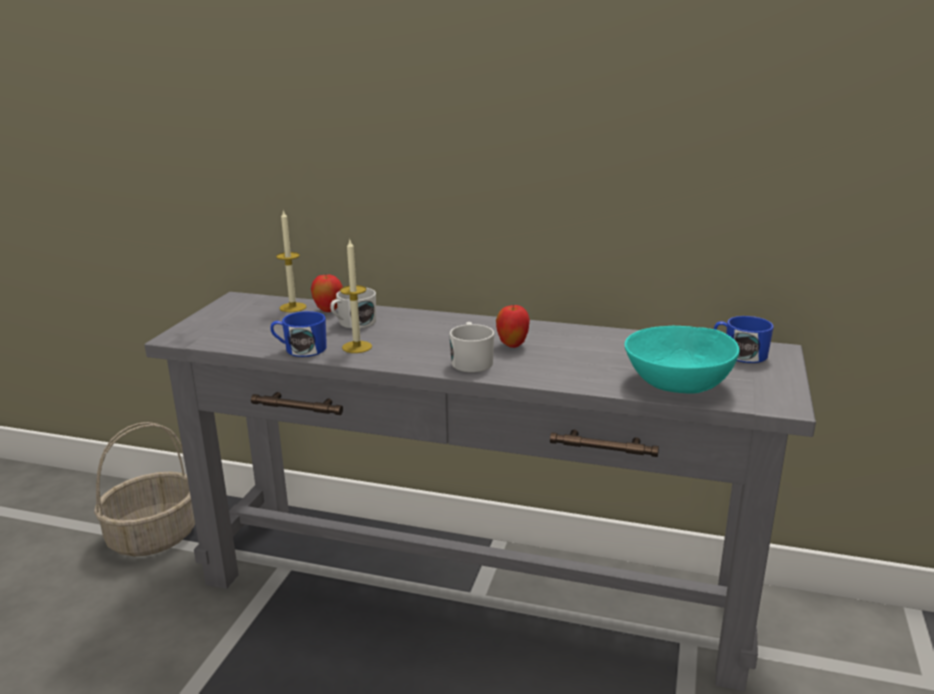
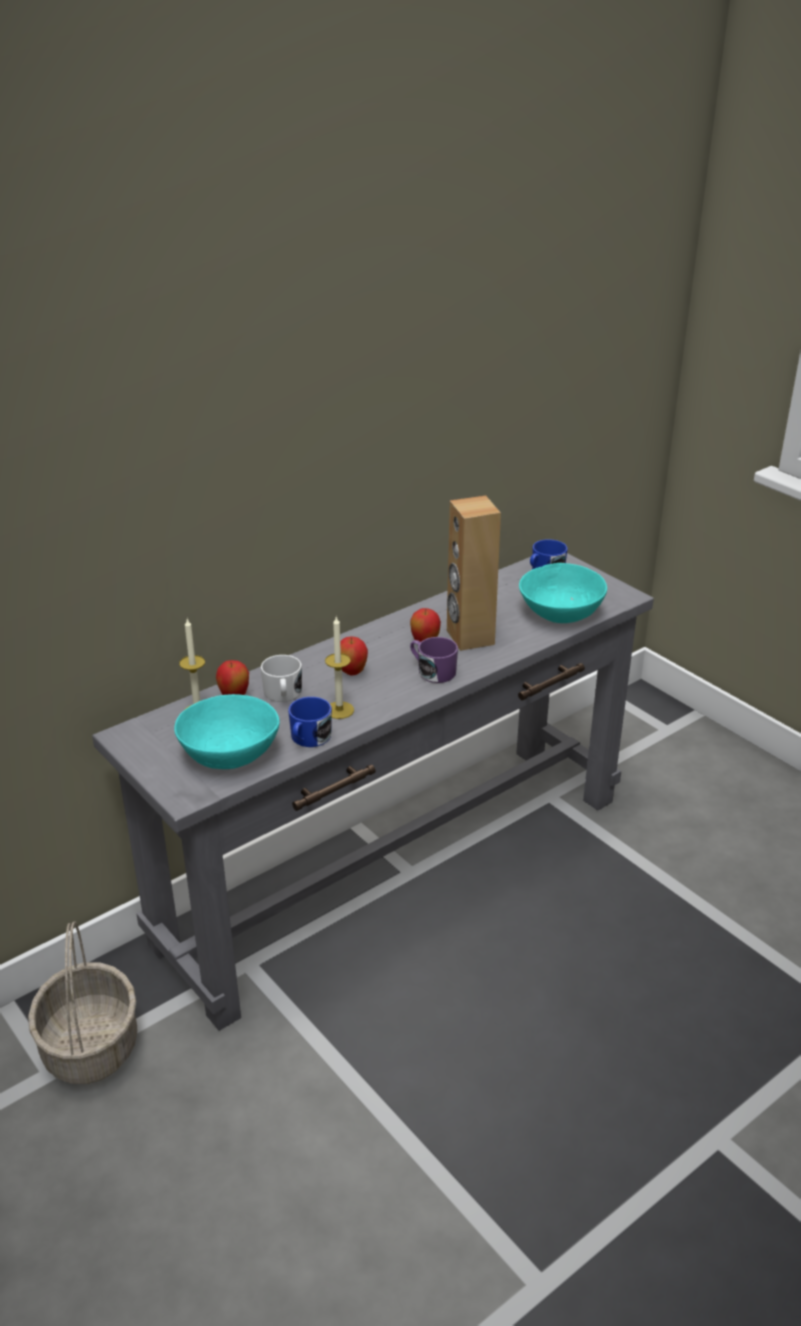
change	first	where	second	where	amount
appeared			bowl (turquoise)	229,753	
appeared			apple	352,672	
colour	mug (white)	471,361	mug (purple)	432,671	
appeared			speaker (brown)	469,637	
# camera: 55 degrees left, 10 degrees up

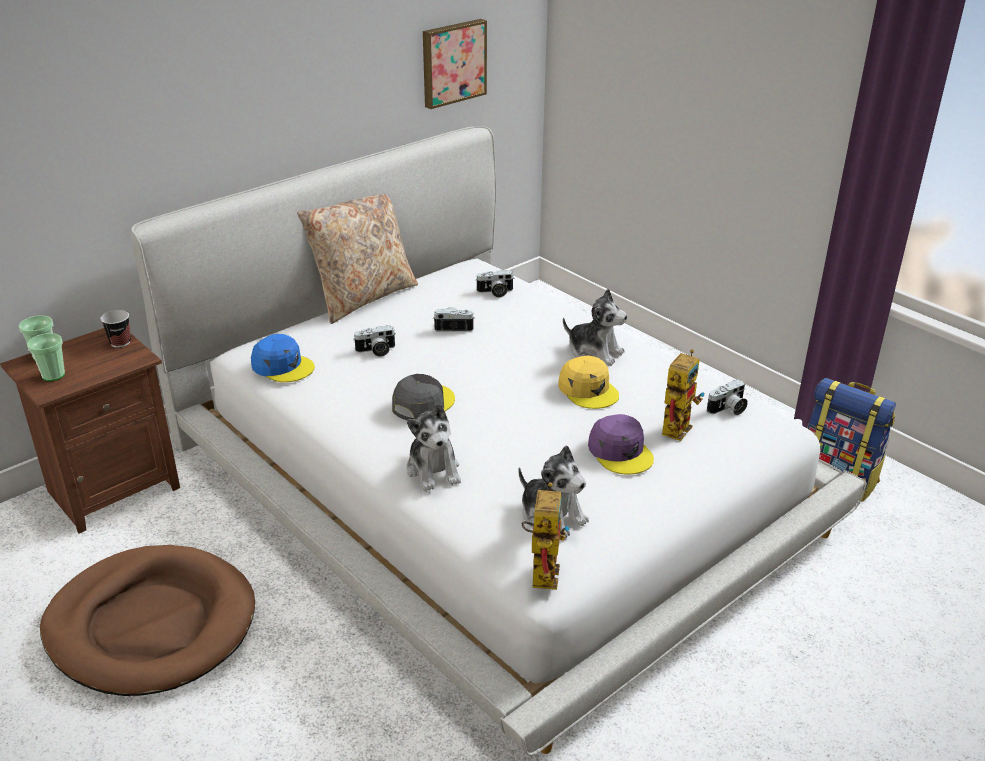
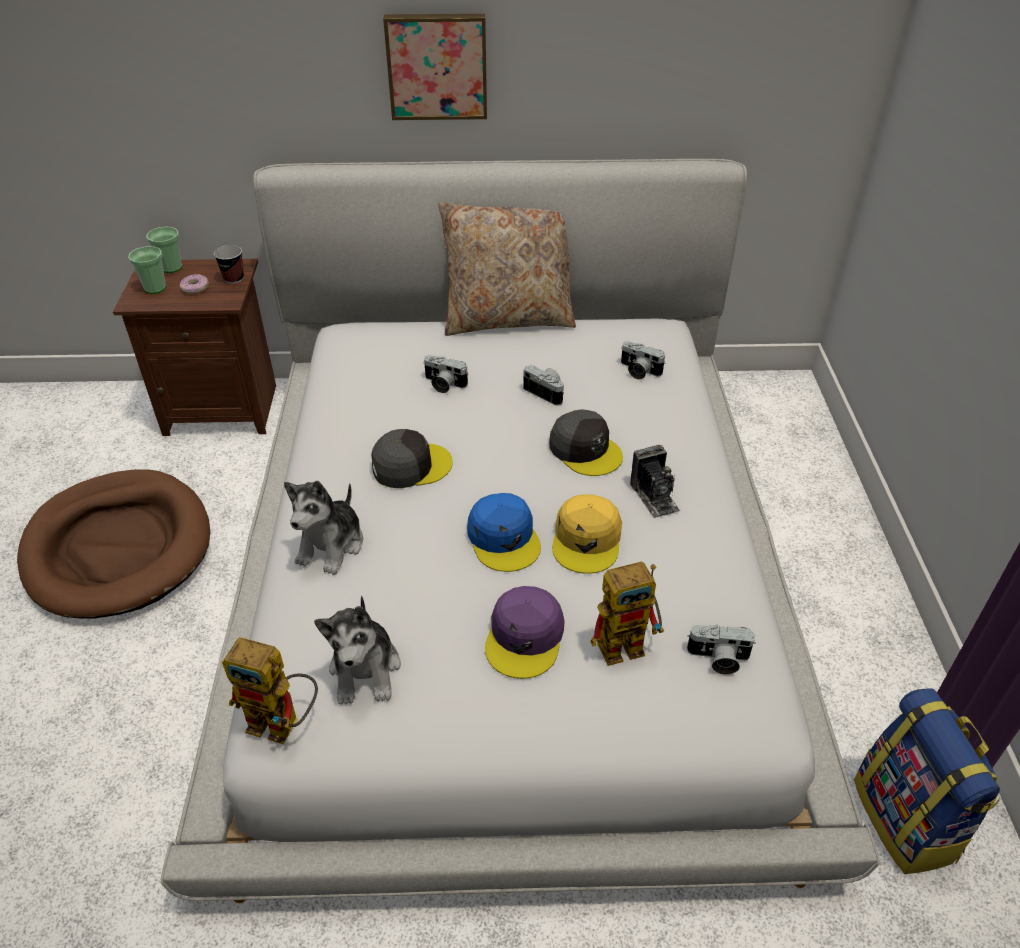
change	first	where	second	where	amount
appeared			donut	195,288	
spun	toy robot	542,569		284,724	60 degrees clockwise
relocated	picture	452,62		437,66	
relocated	cap (blue)	283,366		504,538	
appeared			cap (grey)	585,450	
exchanged	plush toy	595,352	photo camera	654,496	
# camera: 40 degrees right, 10 degrees up

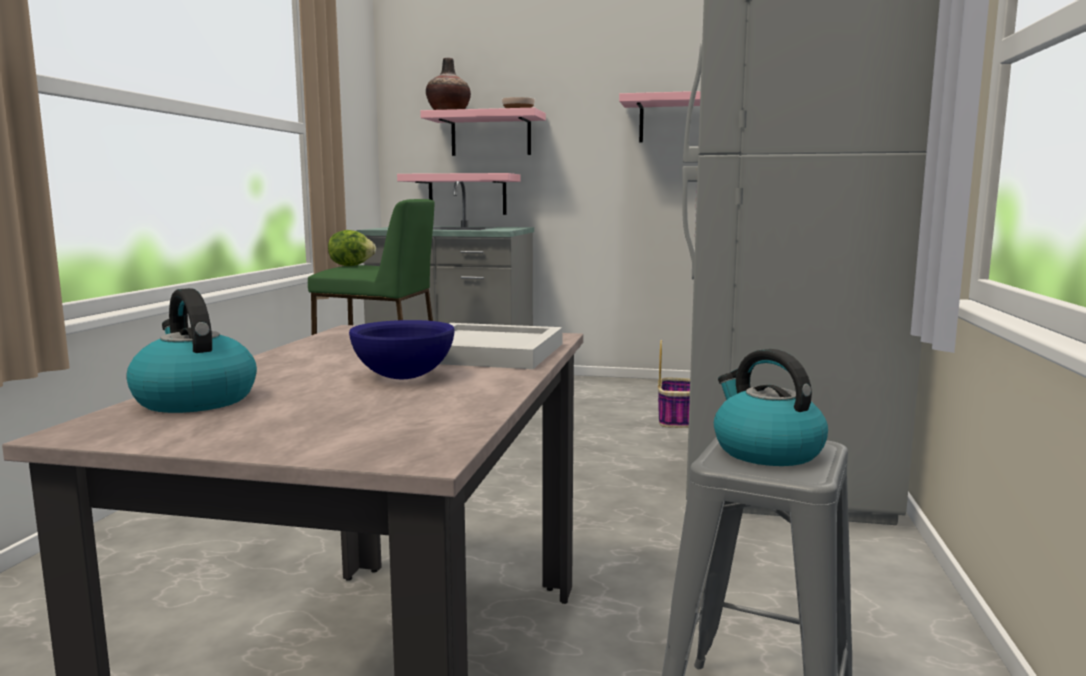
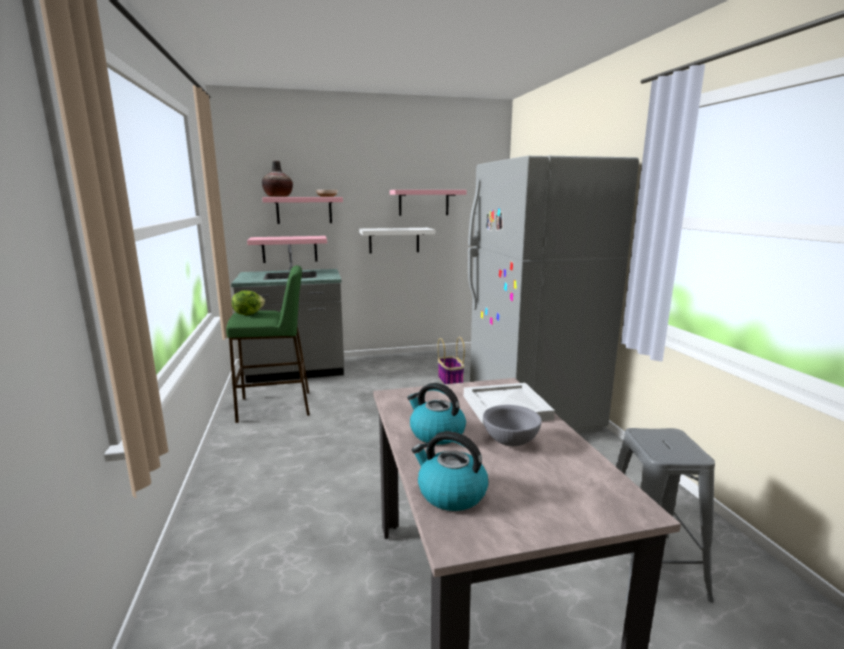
change	first	where	second	where	amount
appeared			shelf (white)	394,240	
relocated	kettle	765,451		436,433	
colour	bowl (blue)	405,377	bowl (grey)	511,441	
# camera: 25 degrees left, 5 degrees up

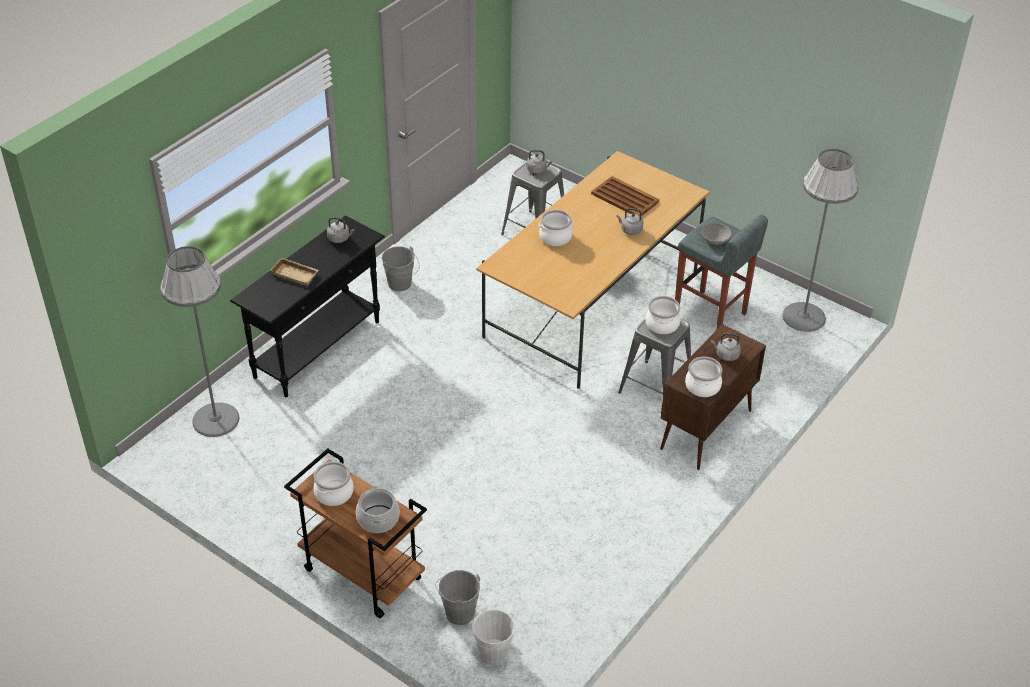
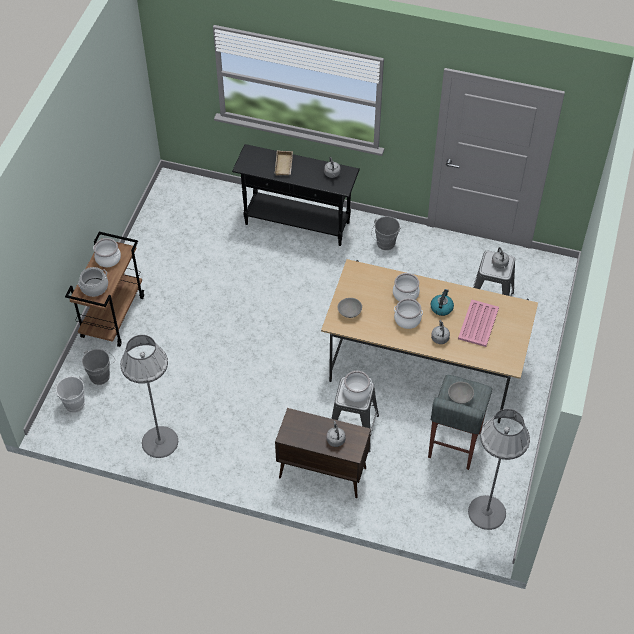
change	first	where	second	where	amount
relocated	floor lamp (grey)	215,420		159,442	
appeared			bowl (grey)	349,312	
relocated	cooking pot	702,386		407,319	
appeared			kettle	441,307	
colour	tray (brown)	624,197	tray (pink)	478,323	
# camera: 70 degrees right, 10 degrees up

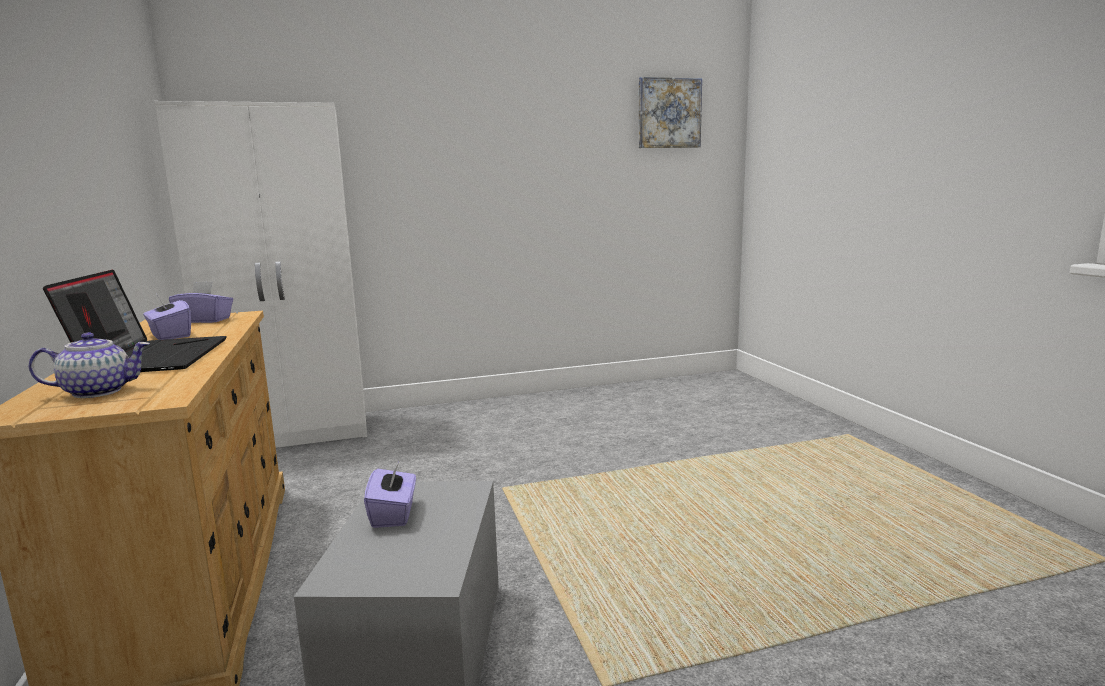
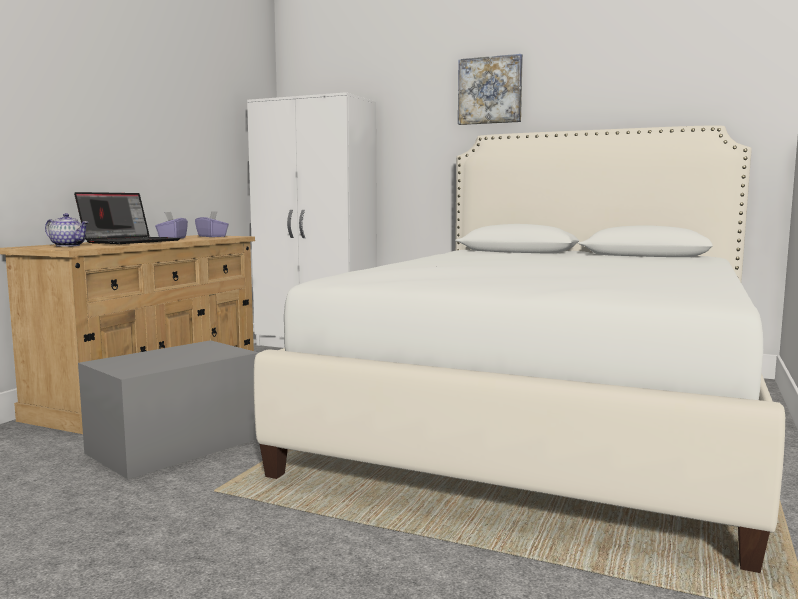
change	first	where	second	where	amount
appeared			bed (white)	548,416	
relocated	picture	669,113		490,90	
missing	tissue box (purple)	394,514			
# camera: 40 degrees right, 5 degrees down

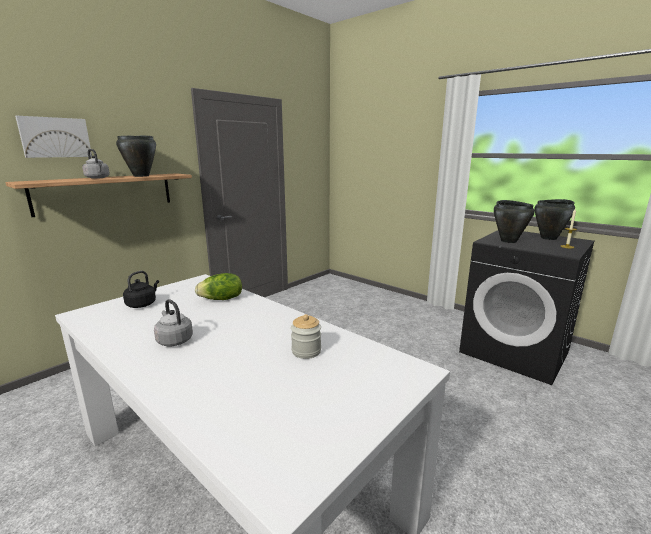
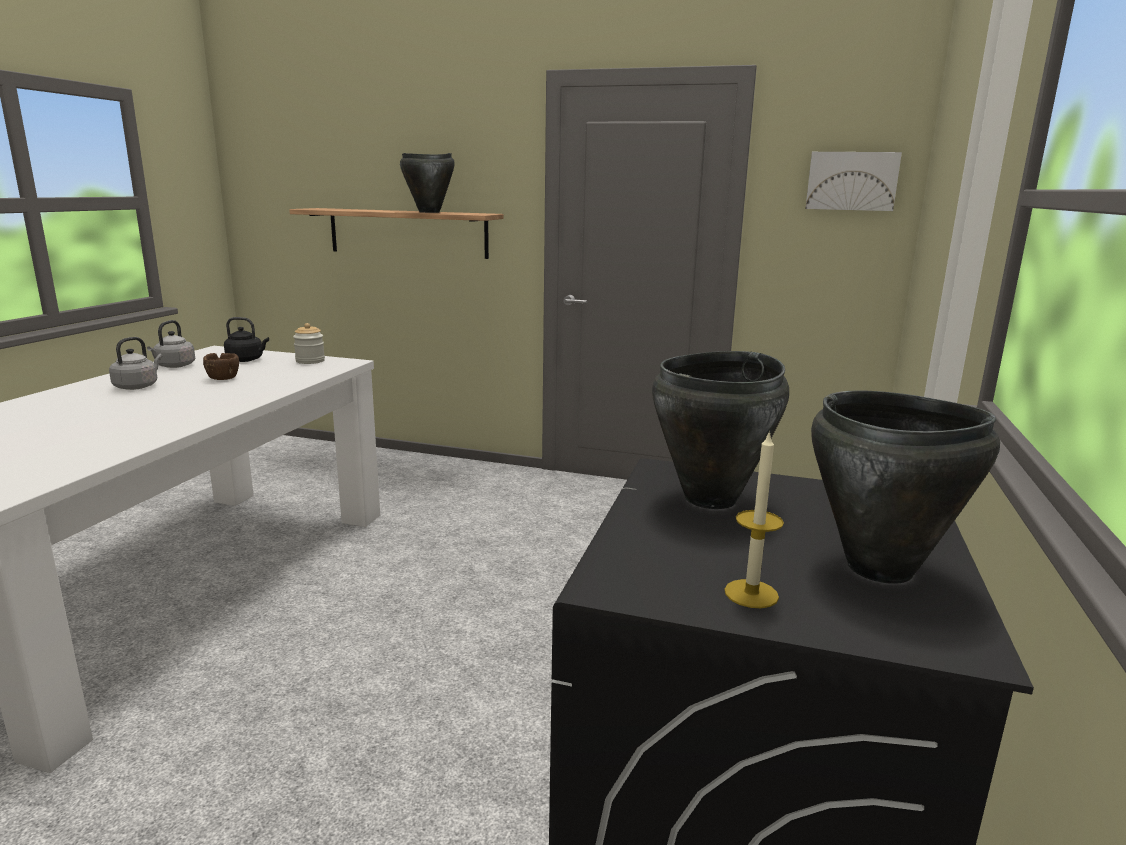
change	first	where	second	where	amount
relocated	kettle (grey)	98,178		174,366	
appeared			bowl (brown)	223,378	
relocated	jar	306,351		310,361	
relocated	picture	55,137		851,181	
missing	lettuce	222,299			
# camera: 65 degrees right, 0 degrees up

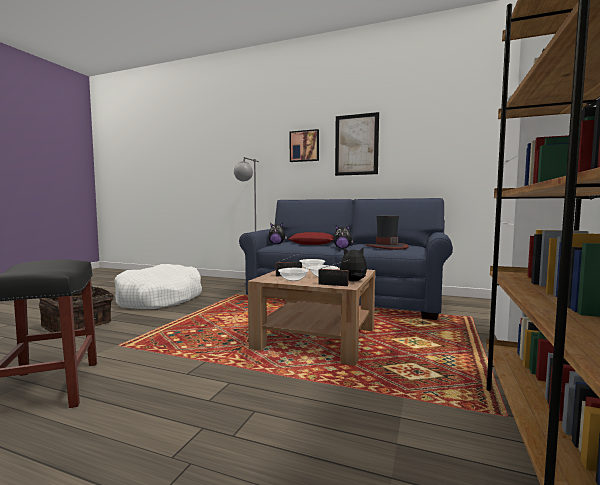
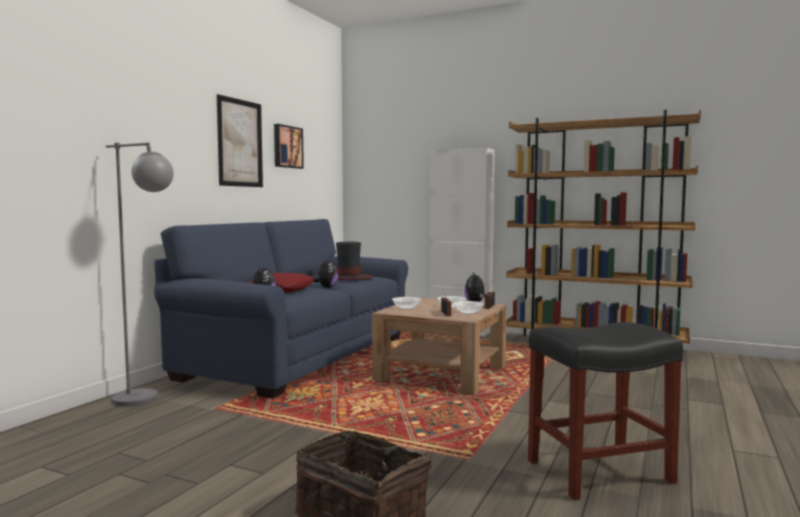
change	first	where	second	where	amount
relocated	picture	304,146		287,147	
missing	dog bed (white)	159,299			
# camera: 85 degrees left, 0 degrees up

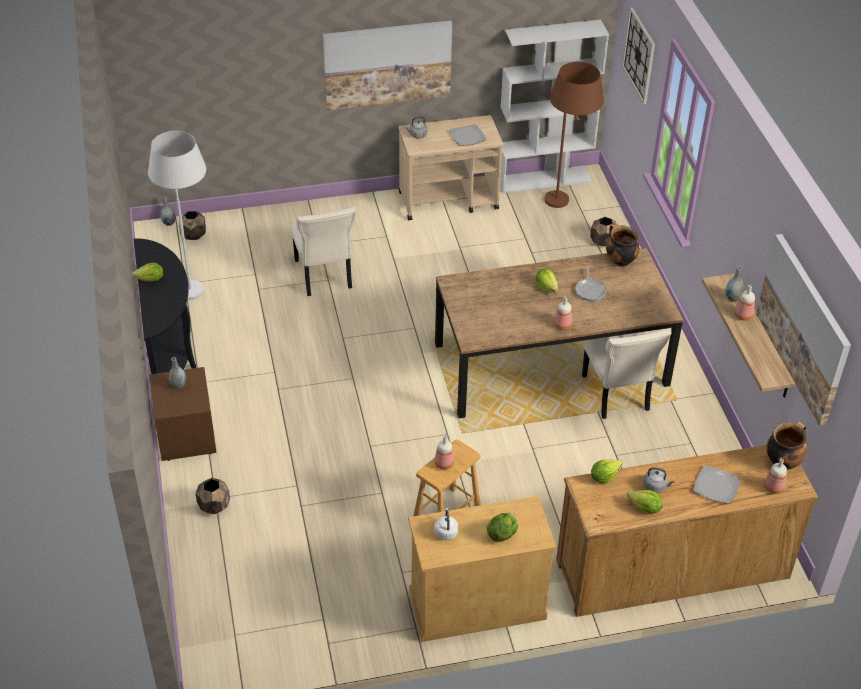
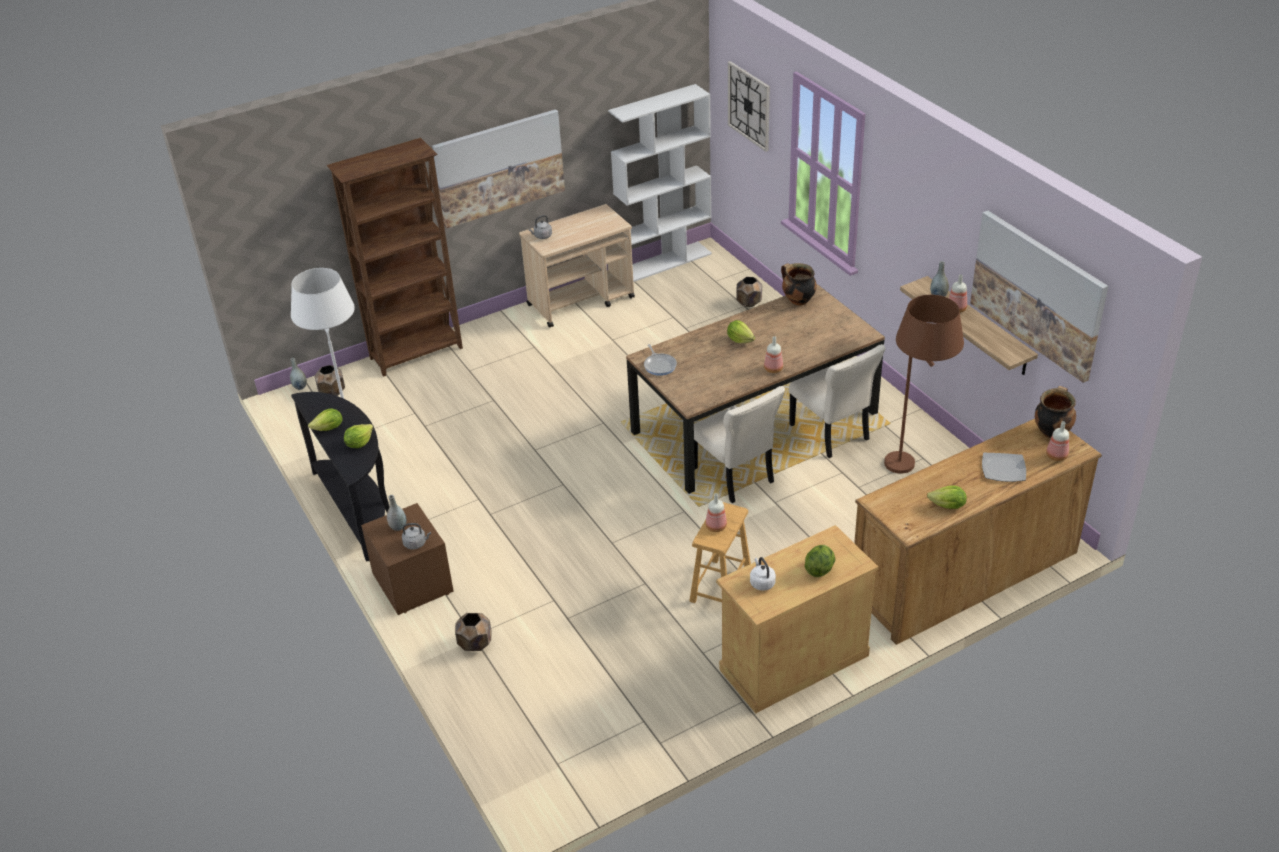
change	first	where	second	where	amount
appeared			bookcase (brown)	417,353	
relocated	lettuce	604,477		359,443	
relocated	kettle (grey)	656,486		416,543	
relocated	frying pan	590,290		659,365	
relocated	chair (beige)	323,276		734,477	
relocated	floor lamp (brown)	565,207		914,469	
missing	plate	467,136			
# camera: 15 degrees left, 5 degrees down

